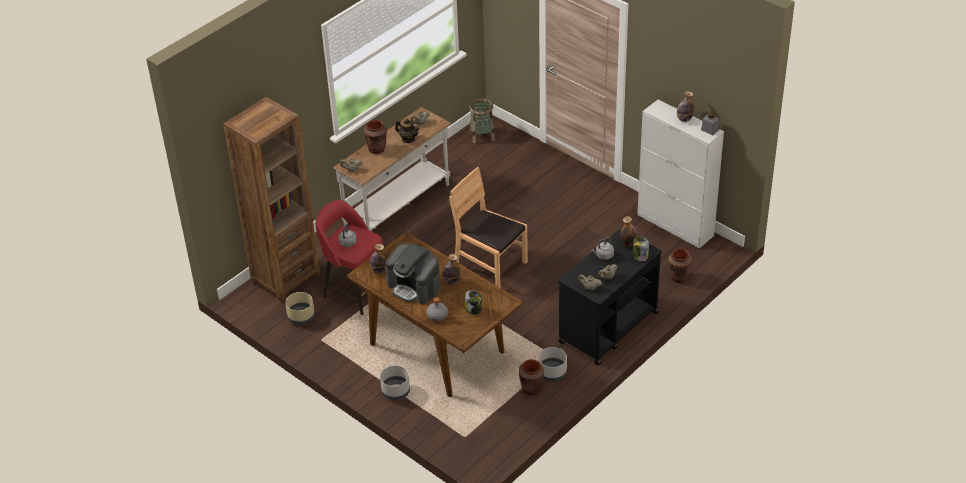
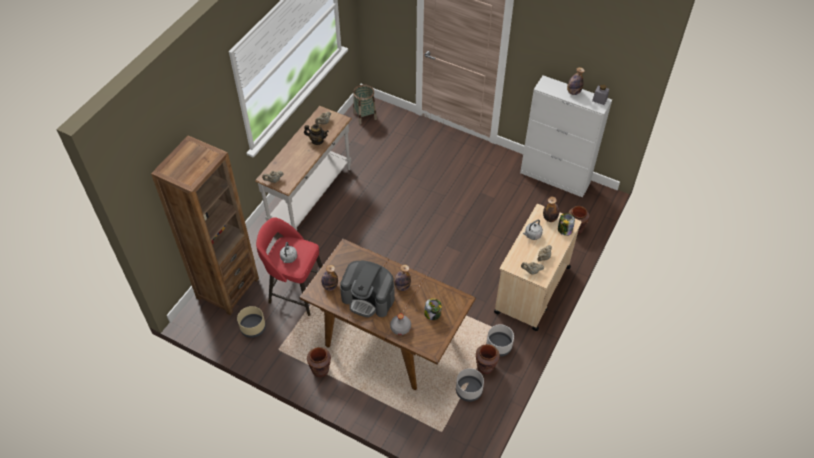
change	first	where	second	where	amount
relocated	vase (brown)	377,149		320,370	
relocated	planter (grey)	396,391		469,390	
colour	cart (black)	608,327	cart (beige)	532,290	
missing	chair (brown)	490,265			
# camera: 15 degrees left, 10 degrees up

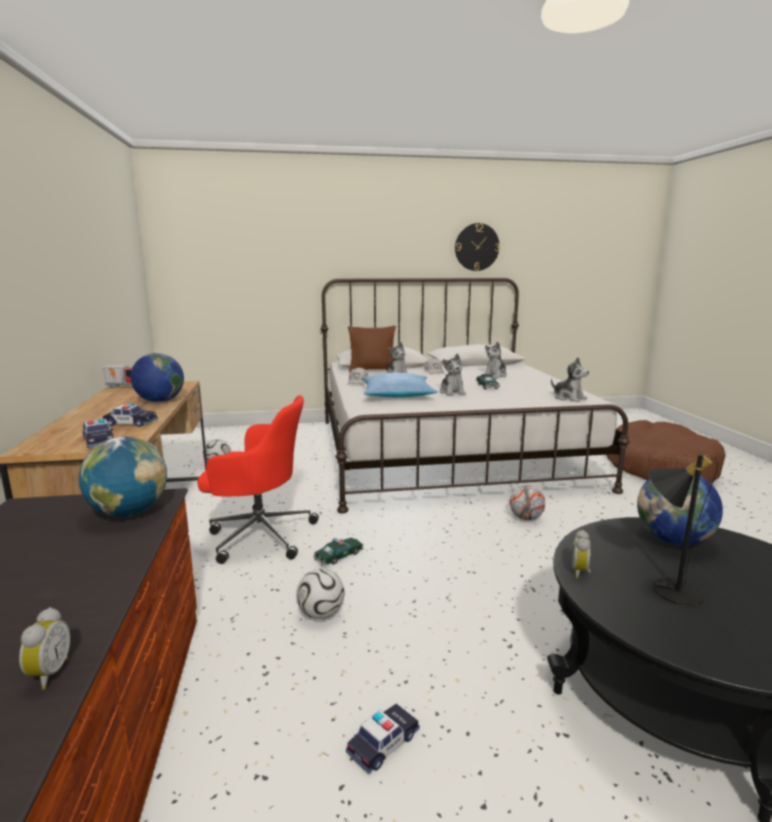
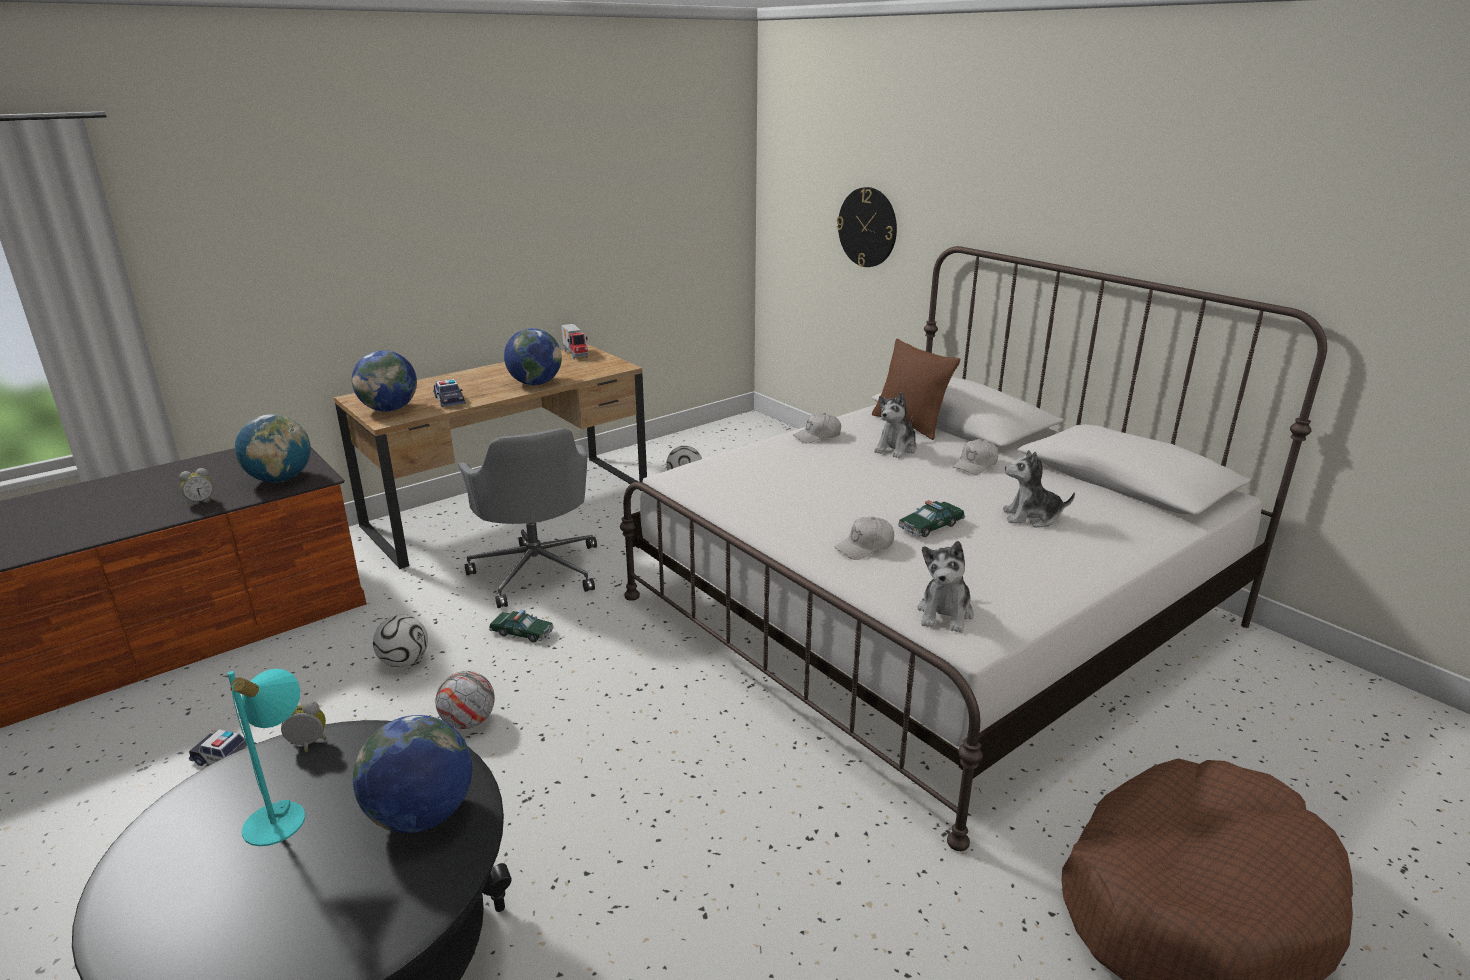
change	first	where	second	where	amount
relocated	alarm clock	47,674		201,501	
colour	table lamp (black)	668,587	table lamp (turquoise)	283,815	
exchanged	toy car	99,441	globe	389,409	
relocated	football	526,518		468,722	
colour	office chair (red)	259,535	office chair (grey)	537,570	
appeared			cap (white)	865,547	
relocated	wall clock	476,247		867,227	
missing	pillow	397,395			
missing	plush toy	452,392			
# camera: 60 degrees right, 10 degrees up

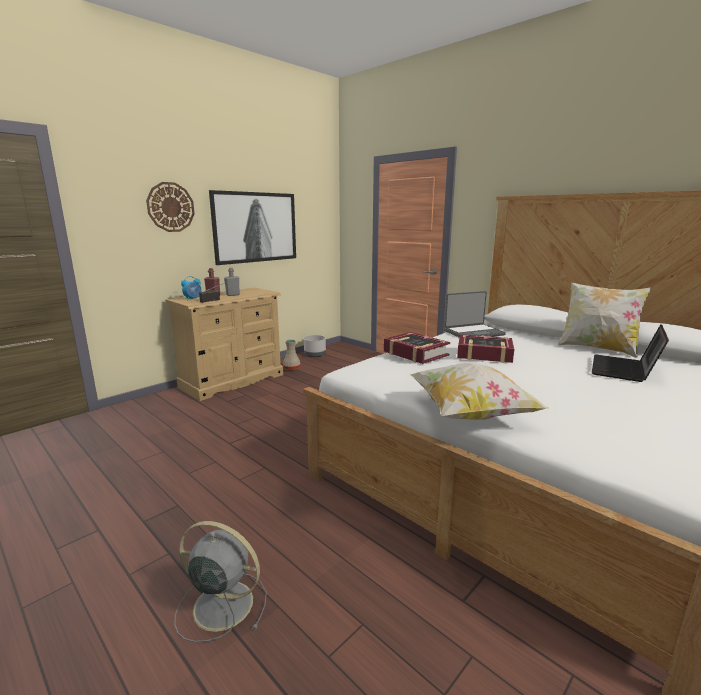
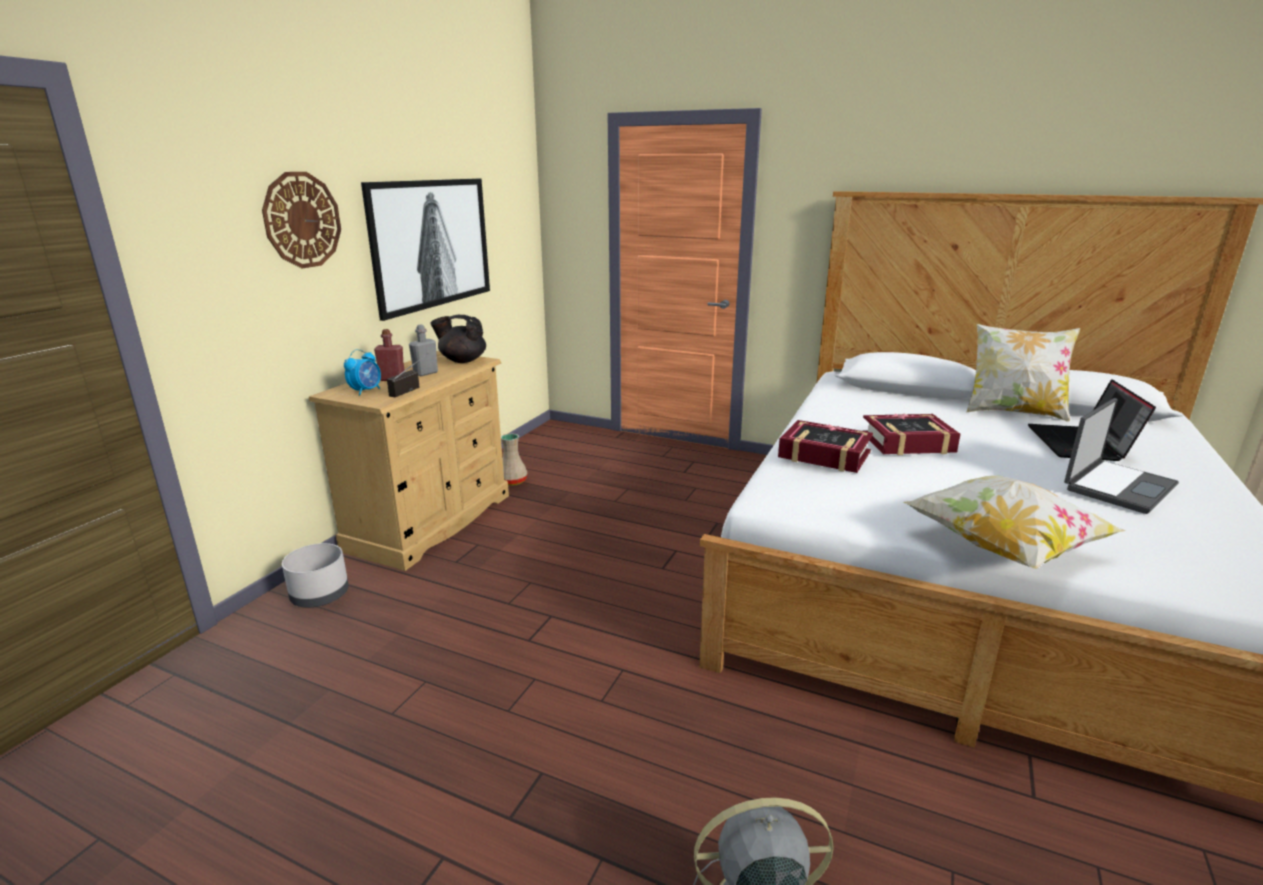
change	first	where	second	where	amount
relocated	planter (grey)	315,354		320,595	
appeared			teapot (black)	462,360	
relocated	laptop	473,333		1117,487	
# camera: 20 degrees left, 5 degrees up

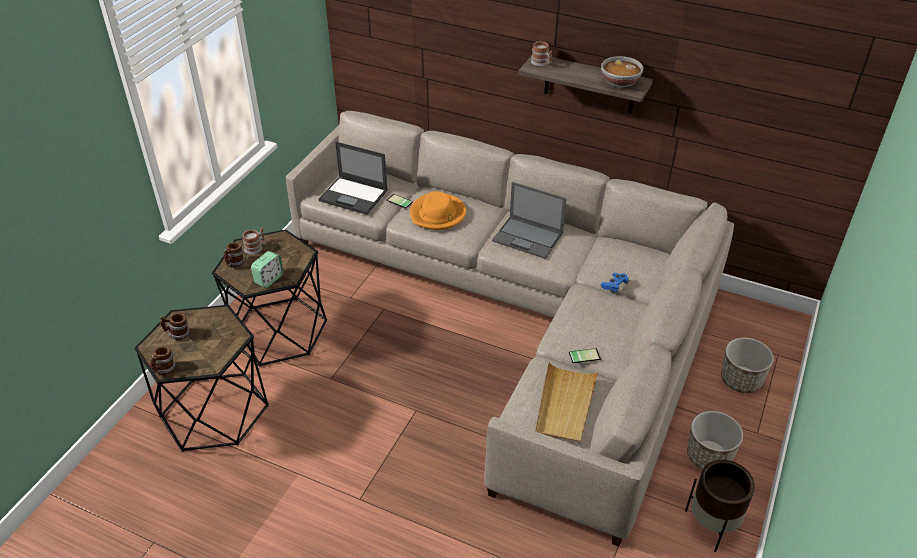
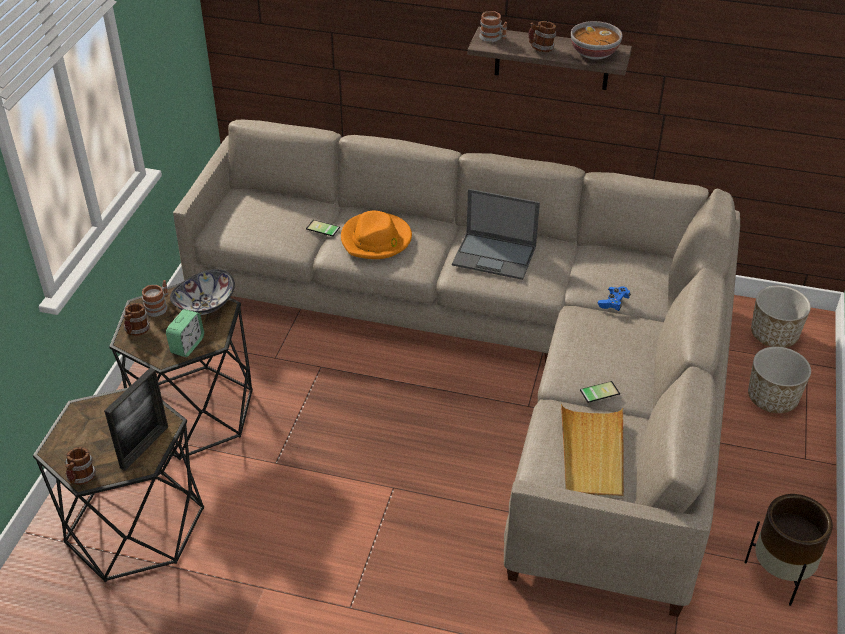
change	first	where	second	where	amount
appeared			picture frame	144,447	
appeared			bowl	204,305	
relocated	mug	178,334		541,49	
relocated	planter	709,456		774,335	
missing	laptop	354,195			
# camera: 10 degrees left, 0 degrees up

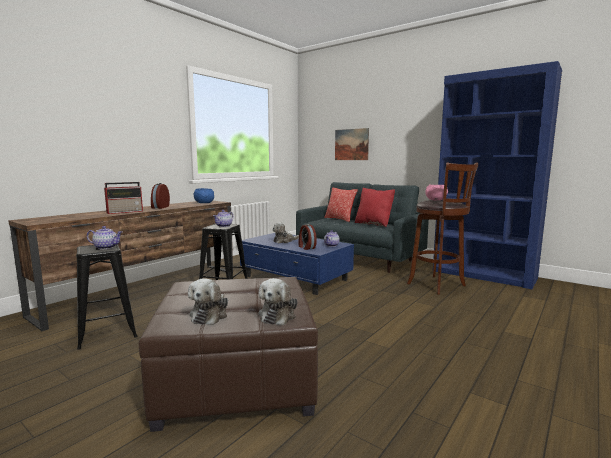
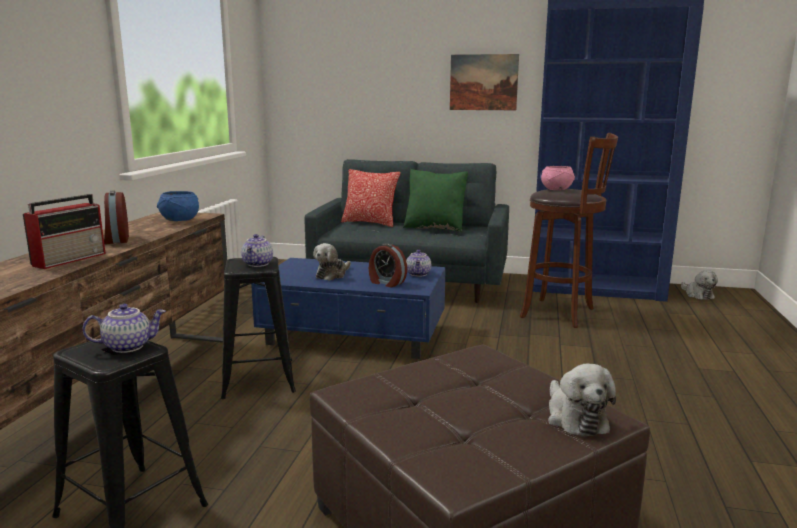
change	first	where	second	where	amount
colour	pillow (red)	373,224	pillow (green)	435,228	
relocated	picture	351,144		483,82	
relocated	plush toy	210,315		697,295	
# camera: 25 degrees left, 5 degrees up

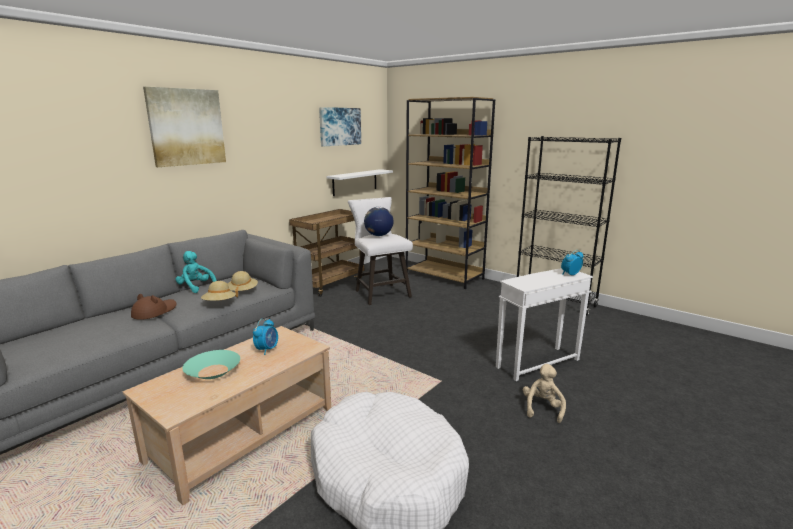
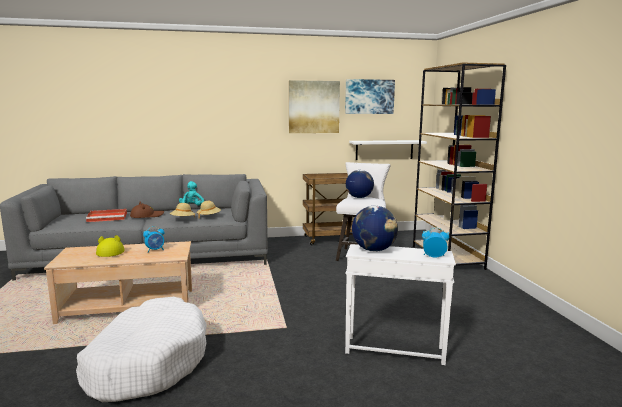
change	first	where	second	where	amount
appeared			tray (red)	108,217	
exchanged	bowl (turquoise)	213,371	hat (yellow)	111,252	
relocated	picture	186,127		313,107	
appeared			globe	374,250	
missing	bookcase (black)	555,302			
missing	plush toy (beige)	542,408			
# camera: 40 degrees right, 5 degrees down

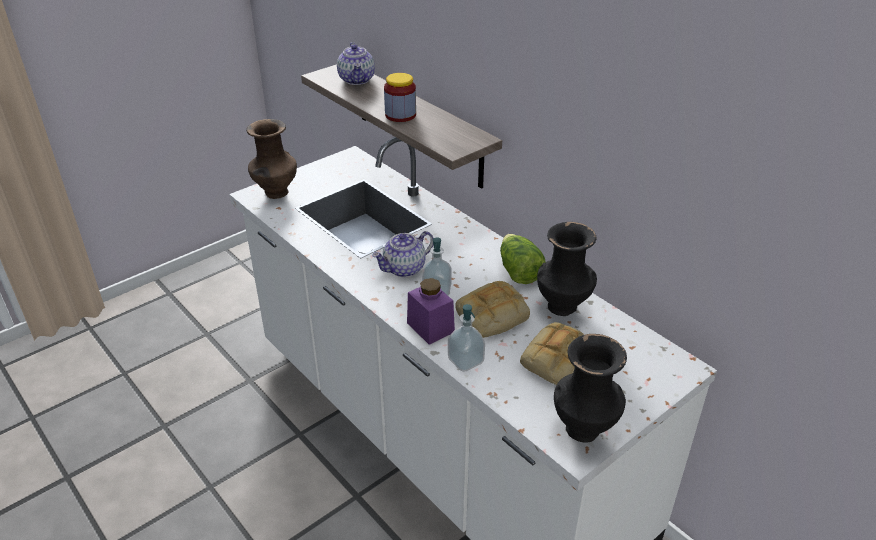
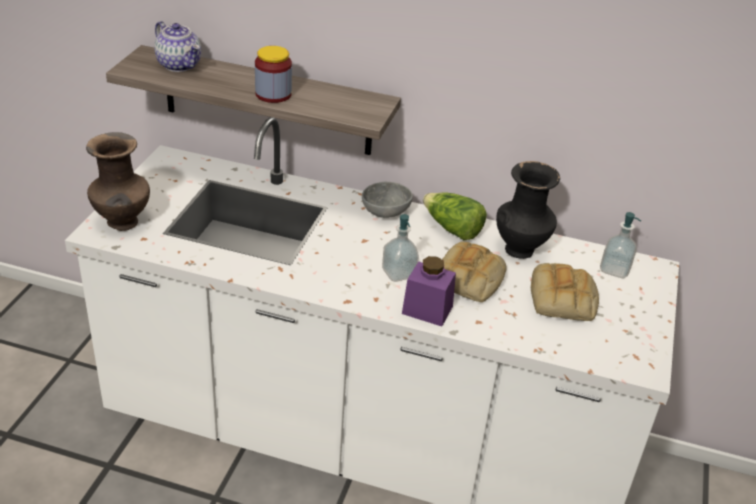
change	first	where	second	where	amount
appeared			bowl (grey)	384,211	
relocated	soap dispenser	465,361		614,269	
missing	teapot	404,269			
missing	vase (black)	585,429			
# camera: 35 degrees left, 0 degrees up

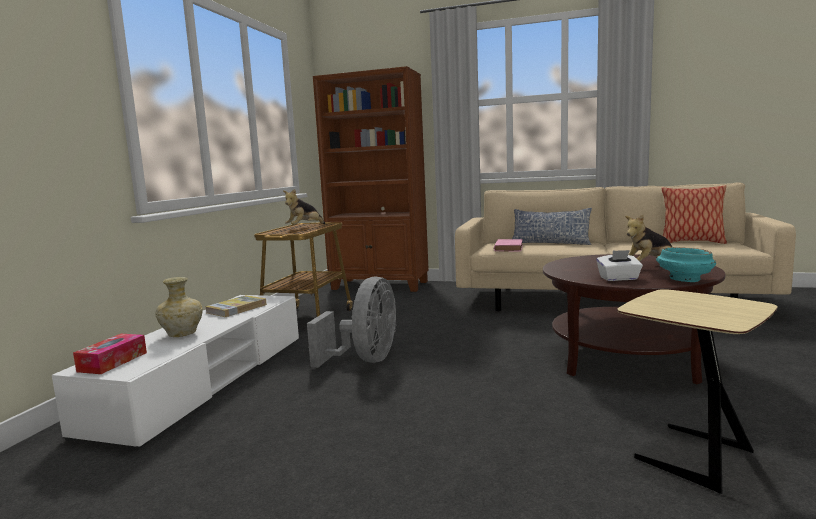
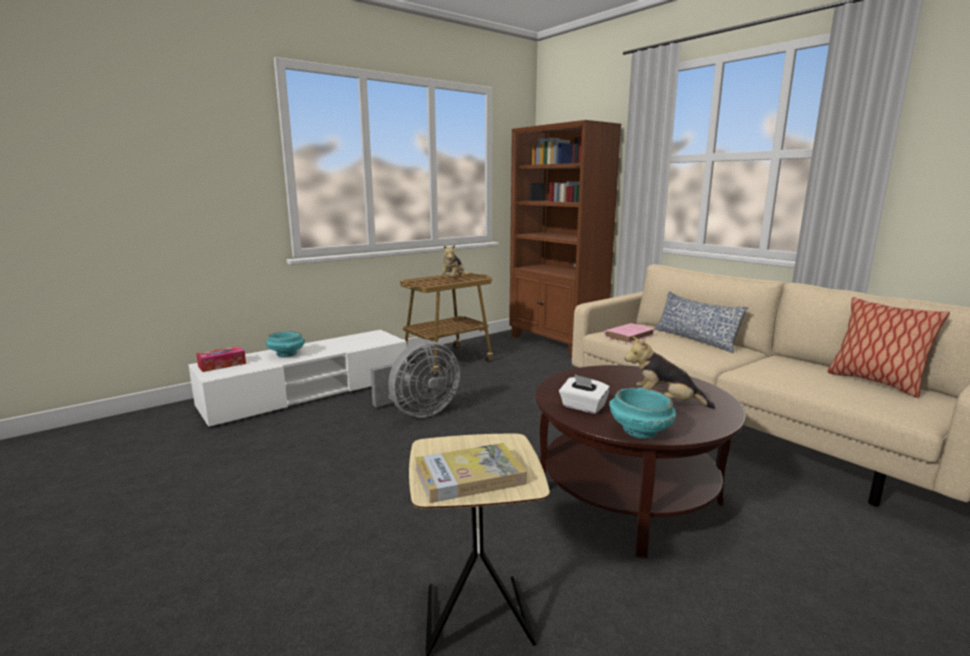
change	first	where	second	where	amount
exchanged	vase (beige)	181,334	bowl (turquoise)	286,354	
relocated	book	236,308		469,476	
spun	plush toy	305,227		453,279	60 degrees counterclockwise
# camera: 35 degrees right, 5 degrees up

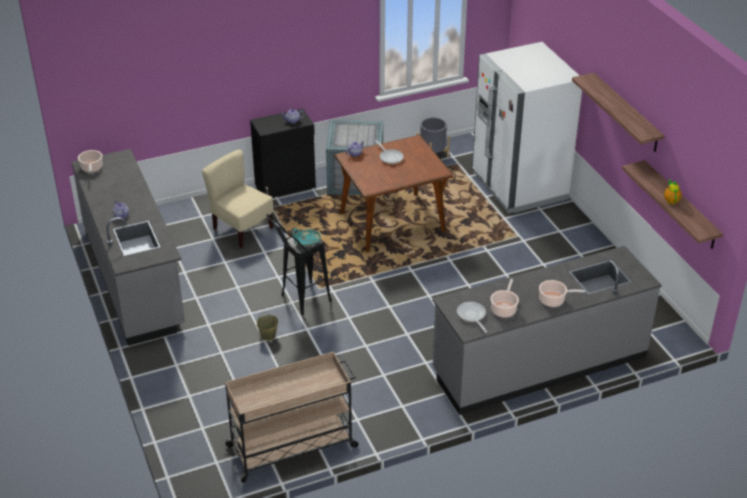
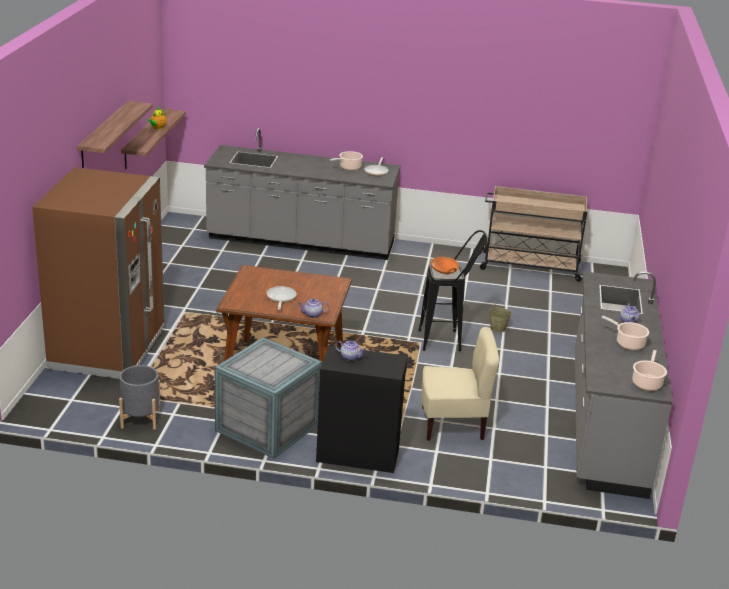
change	first	where	second	where	amount
colour	fridge (white)	519,186	fridge (brown)	108,349	
spun	chair (beige)	242,229		453,425	75 degrees counterclockwise
colour	bowl (turquoise)	306,241	bowl (orange)	444,270	
relocated	cooking pot	553,300		628,343	
# camera: 150 degrees left, 10 degrees down

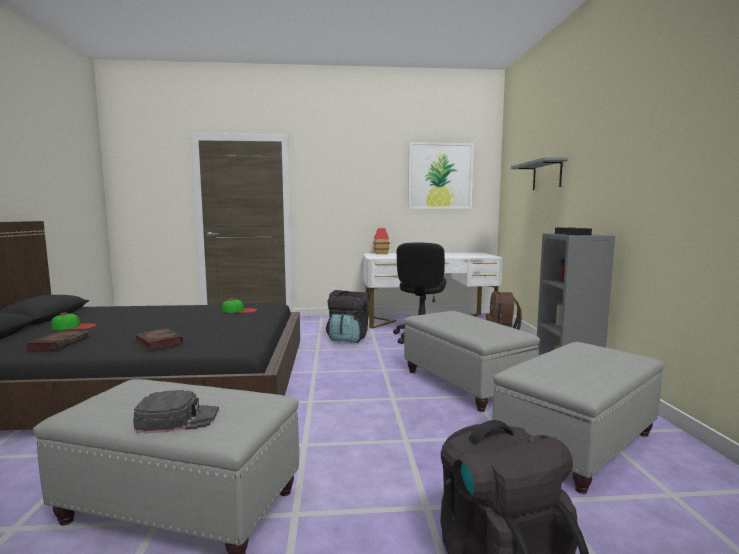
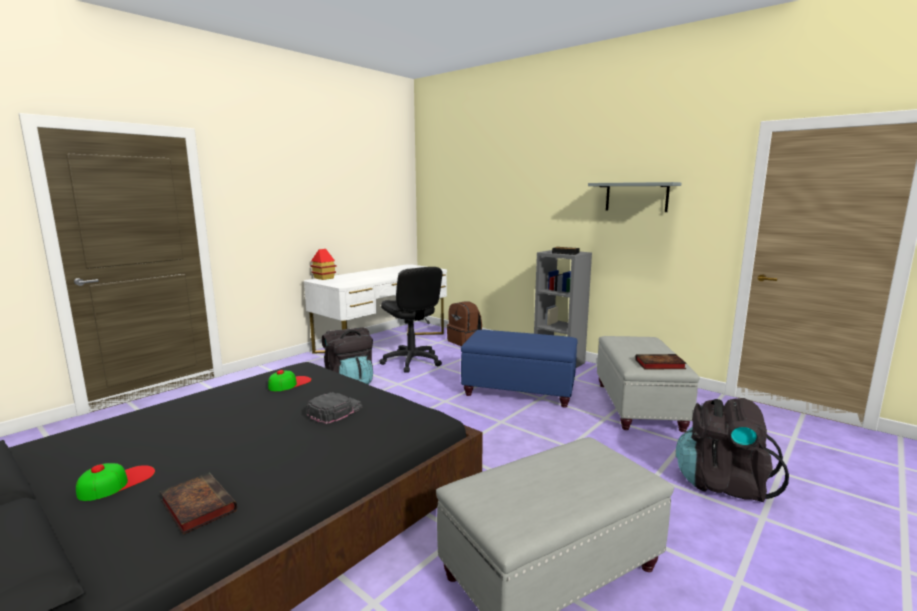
change	first	where	second	where	amount
relocated	cap (black)	177,418		335,411	
colour	ottoman (grey)	465,384	ottoman (blue)	520,391	
relocated	shelf (grey)	547,175		636,197	
relocated	book	157,342		659,365	
missing	picture	440,176			
# camera: 45 degrees left, 5 degrees up

